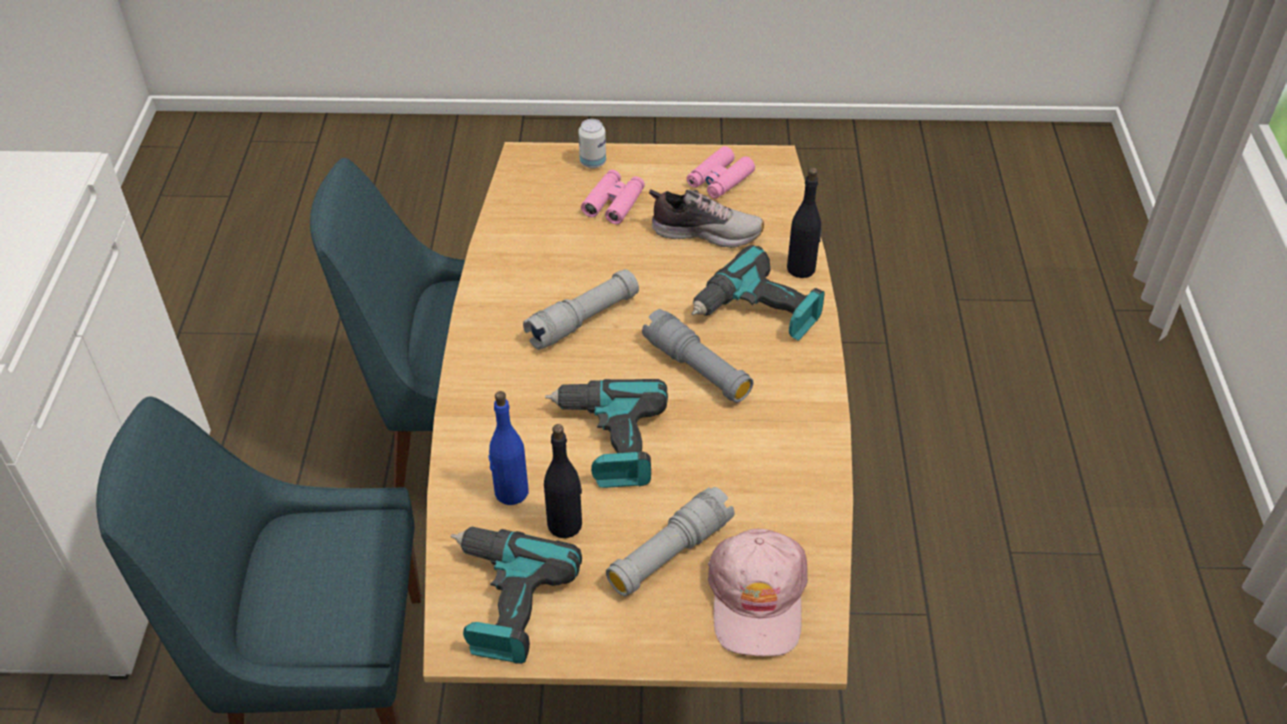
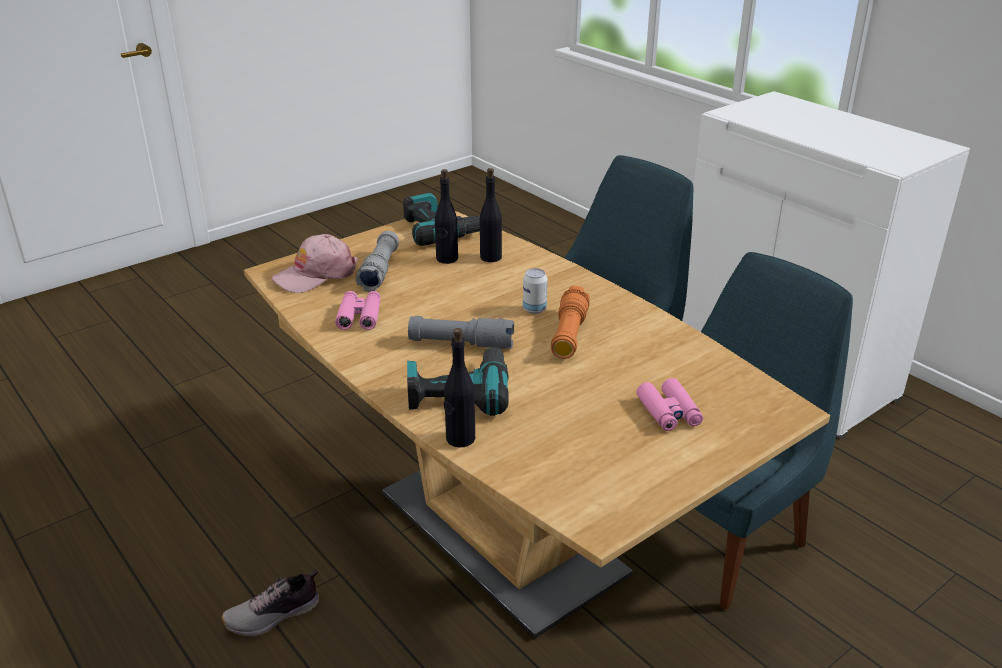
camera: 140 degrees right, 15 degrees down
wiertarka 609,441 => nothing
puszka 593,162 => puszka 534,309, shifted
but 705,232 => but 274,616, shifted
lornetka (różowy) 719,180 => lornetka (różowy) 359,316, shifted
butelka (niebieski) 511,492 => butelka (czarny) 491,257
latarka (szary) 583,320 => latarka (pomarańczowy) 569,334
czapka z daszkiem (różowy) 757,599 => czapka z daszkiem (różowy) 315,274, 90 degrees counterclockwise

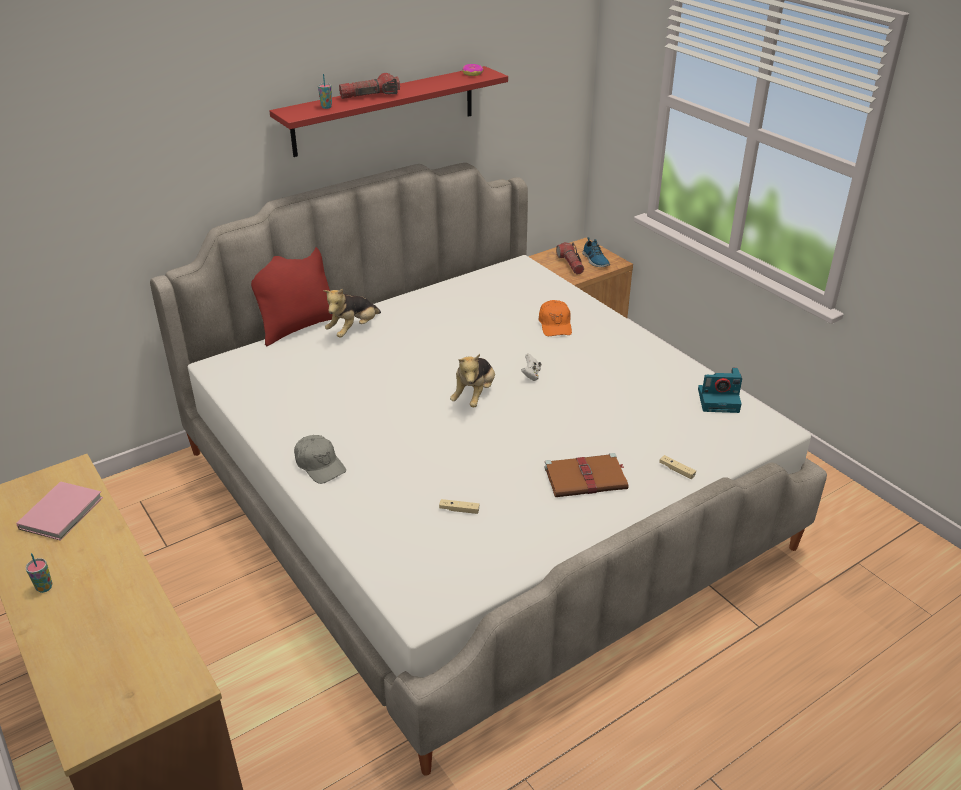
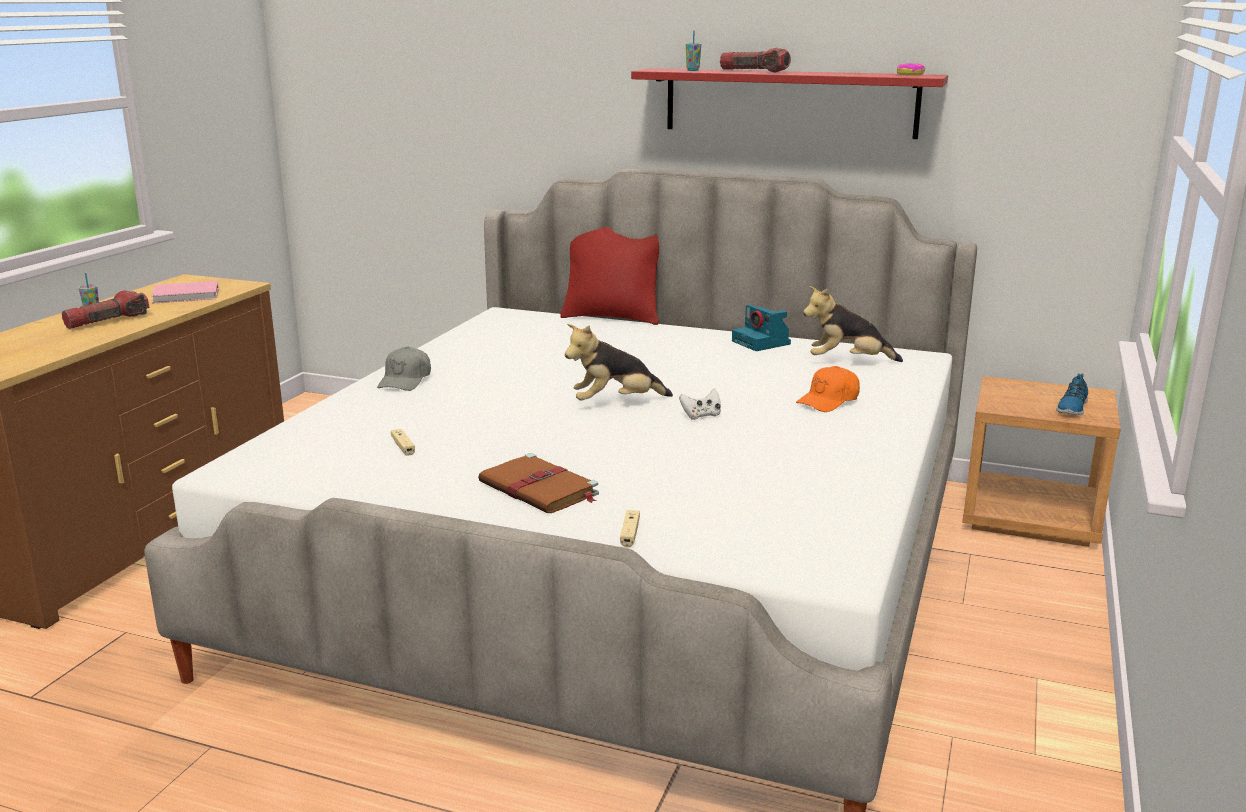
camera: 55 degrees right, 15 degrees down
pluszak 353,330 => pluszak 847,362, shifted
latarka 570,264 => latarka 108,321, shifted
aparat fotograficzny 719,400 => aparat fotograficzny 762,343, shifted

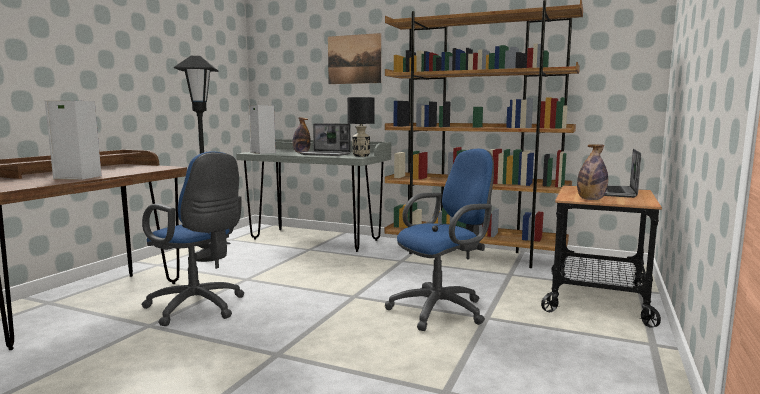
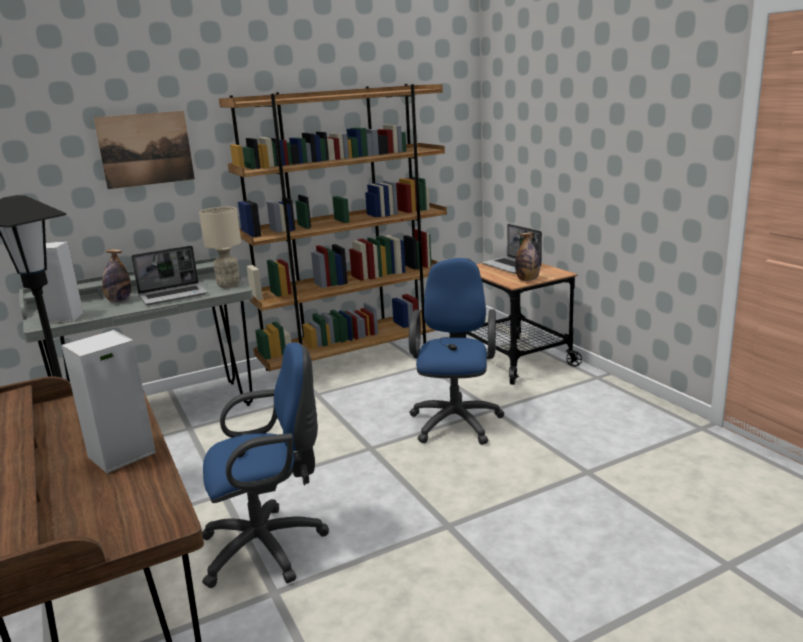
camera: 50 degrees left, 10 degrees up
lampa stołowa (czarny) 361,156 => lampa stołowa (beżowy) 228,285

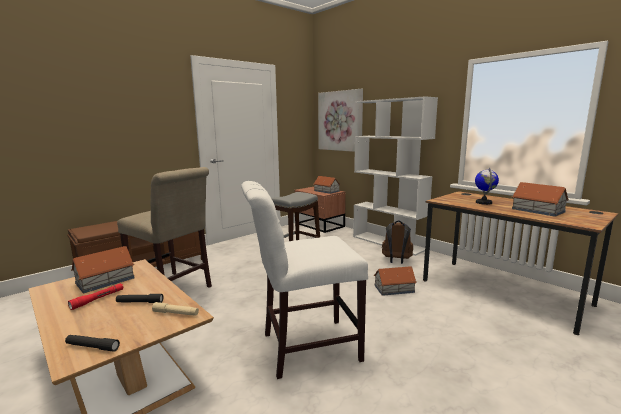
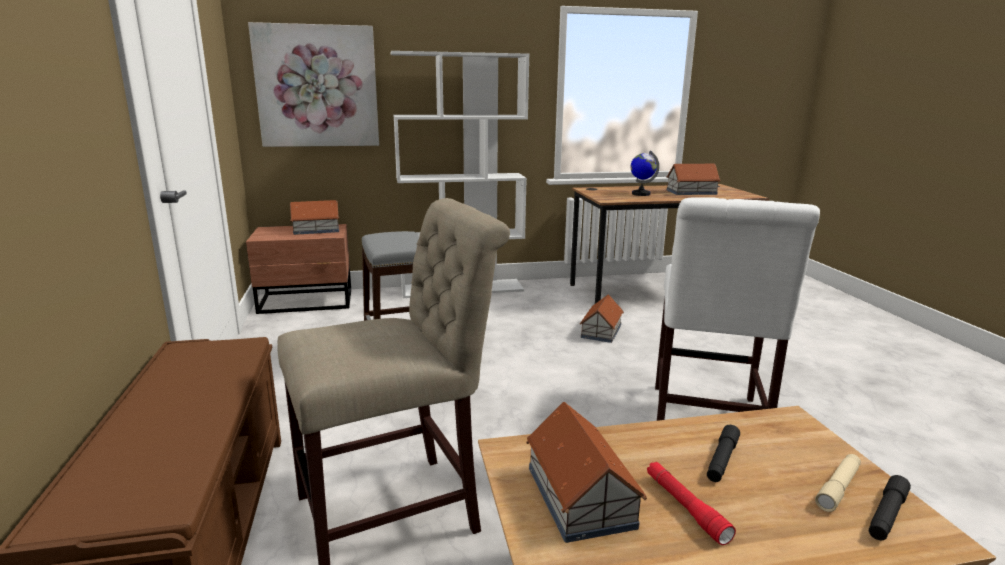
camera: 60 degrees left, 5 degrees up
plecak (brązowy) 396,261 => nothing
latarka (beżowy) 176,313 => latarka (beżowy) 838,488, shifted

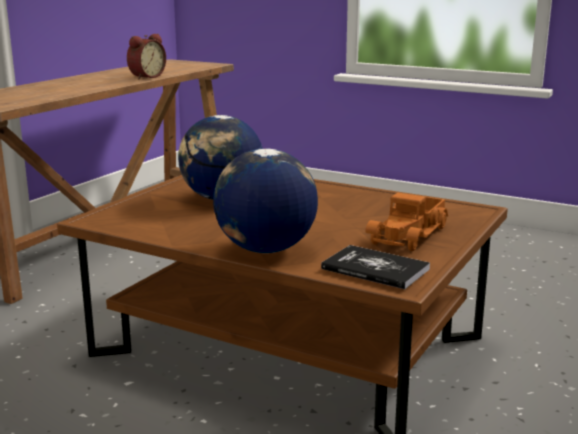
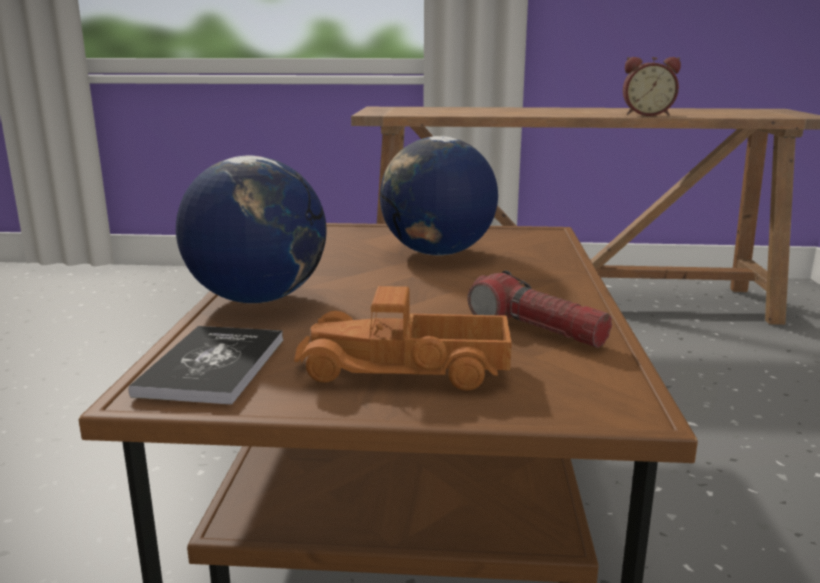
camera: 65 degrees right, 0 degrees up
nothing => latarka 536,329

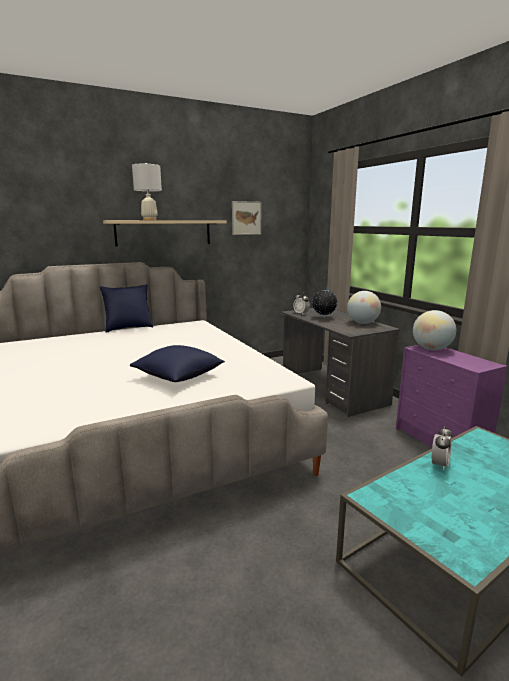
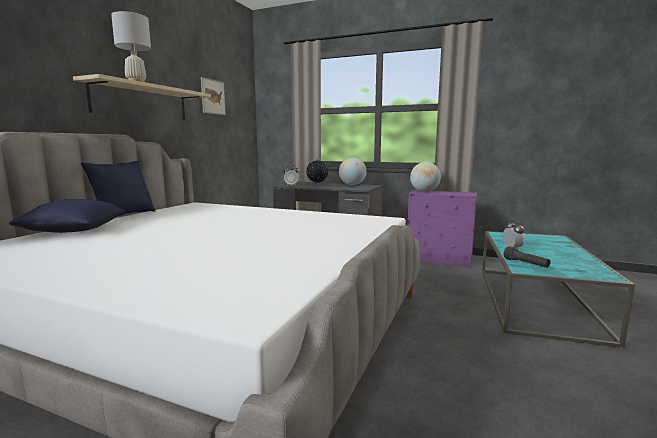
camera: 40 degrees left, 5 degrees down
nothing => latarka (czarny) 526,264
poduszka (niebieski) 178,377 => poduszka (niebieski) 75,231, shifted

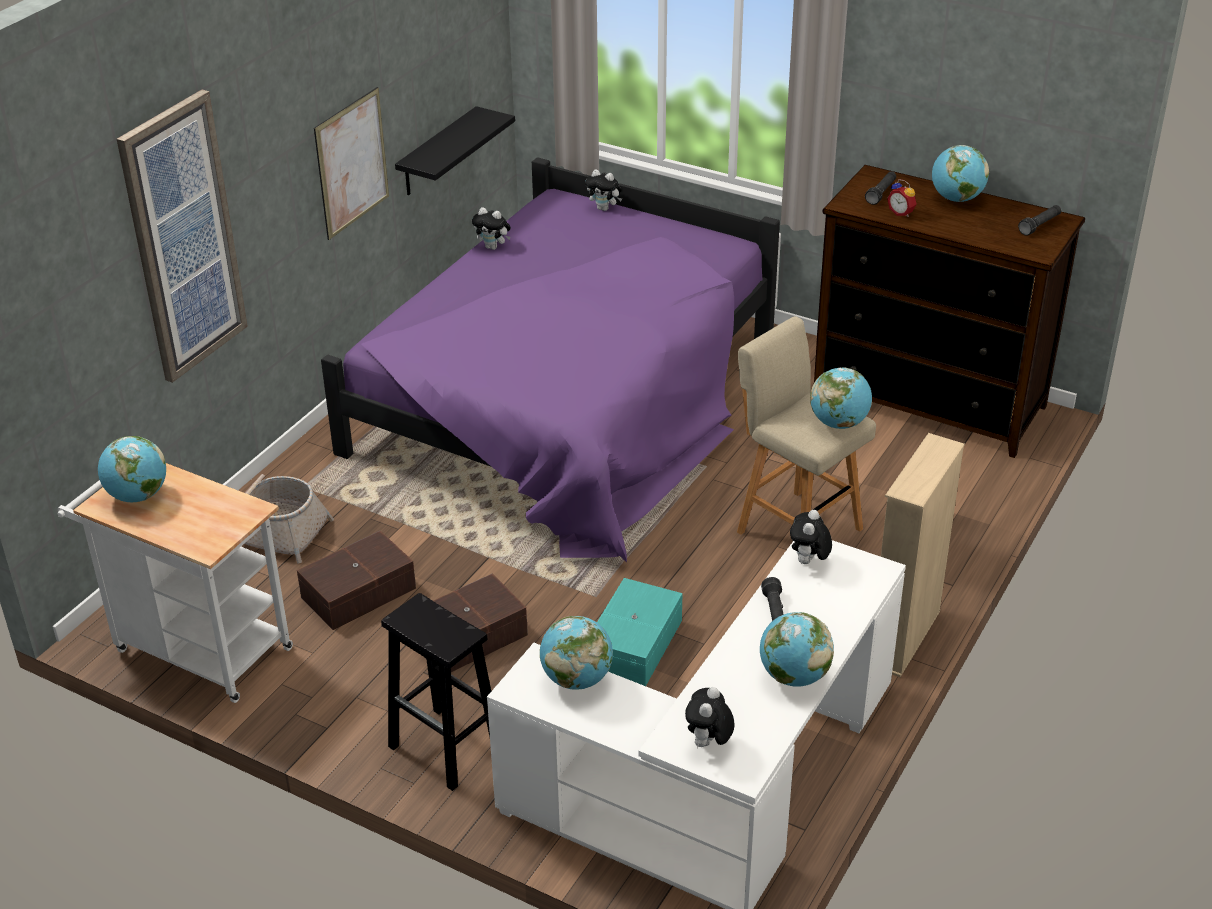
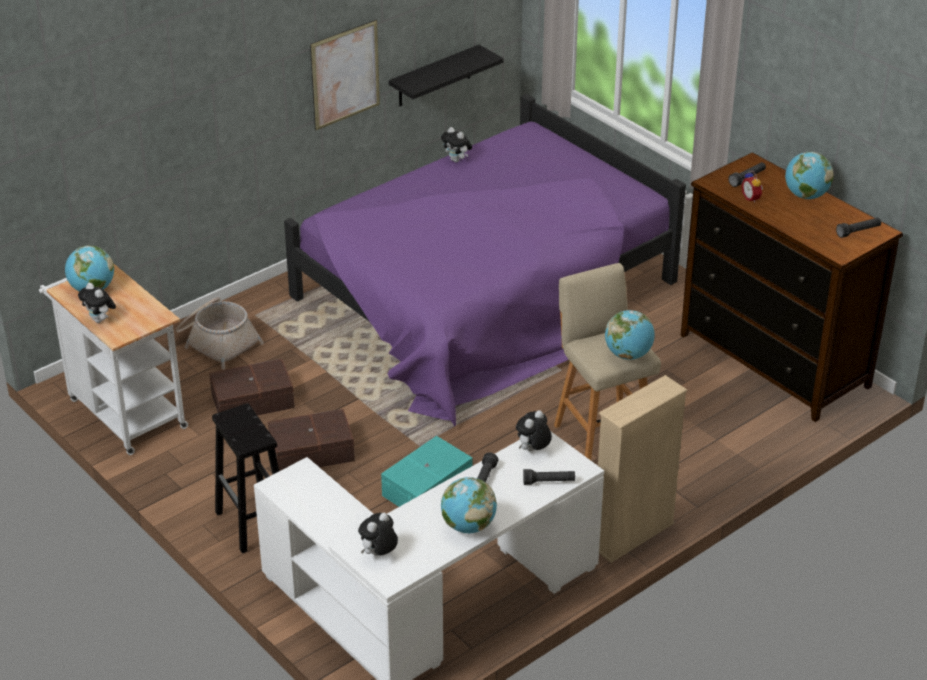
camera: 20 degrees right, 0 degrees up
obraz 183,238 => nothing
globus 577,679 => nothing
nothing => latarka (czarny) 548,482
pluszak 604,208 => pluszak 100,320, shifted

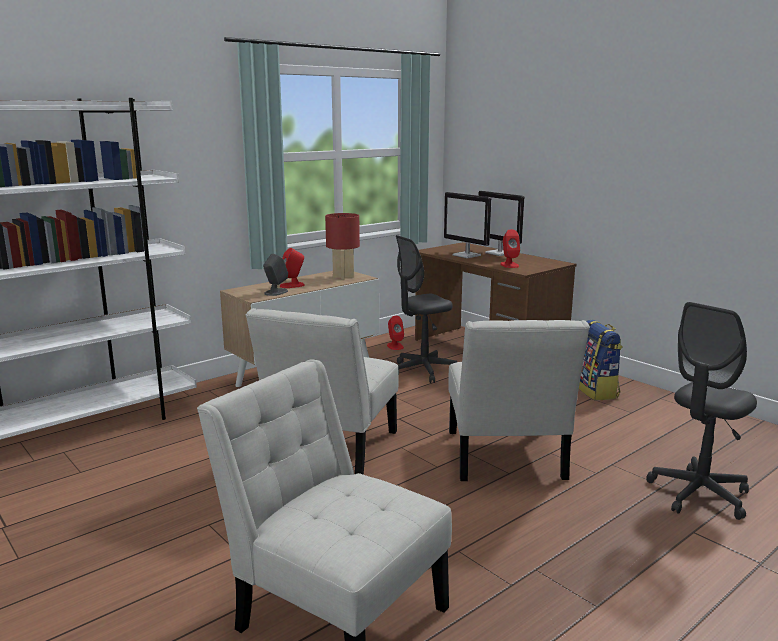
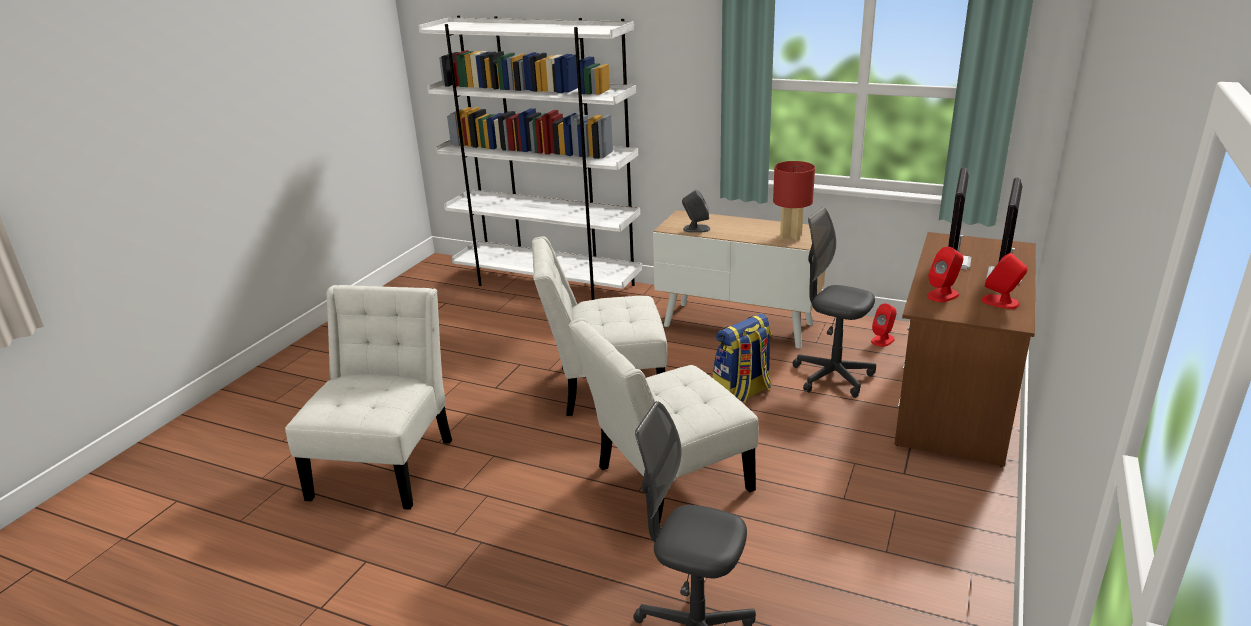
camera: 65 degrees right, 10 degrees up
głośnik (czerwony) 292,285 => głośnik (czerwony) 1001,302, shifted
plecak 597,391 => plecak 742,394, shifted

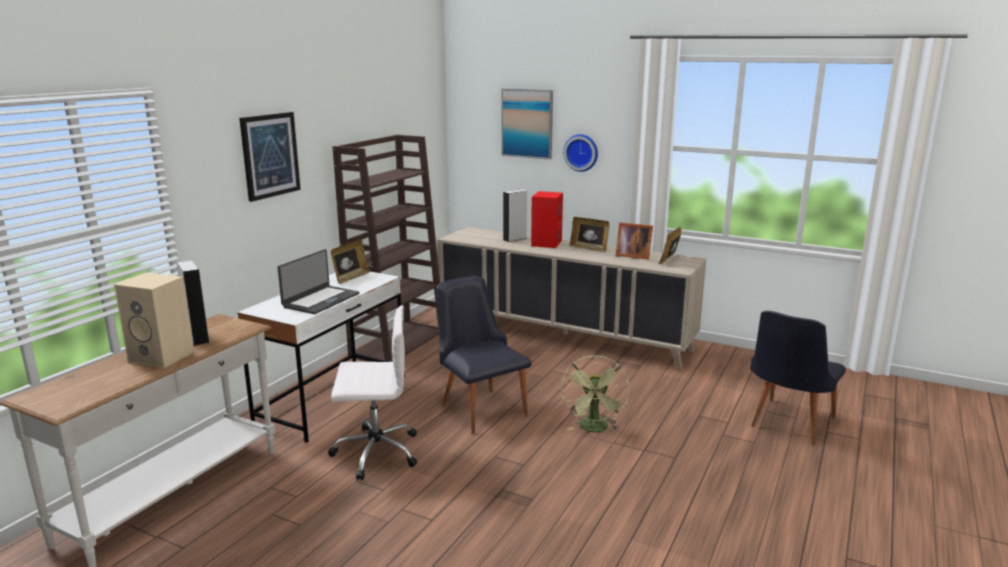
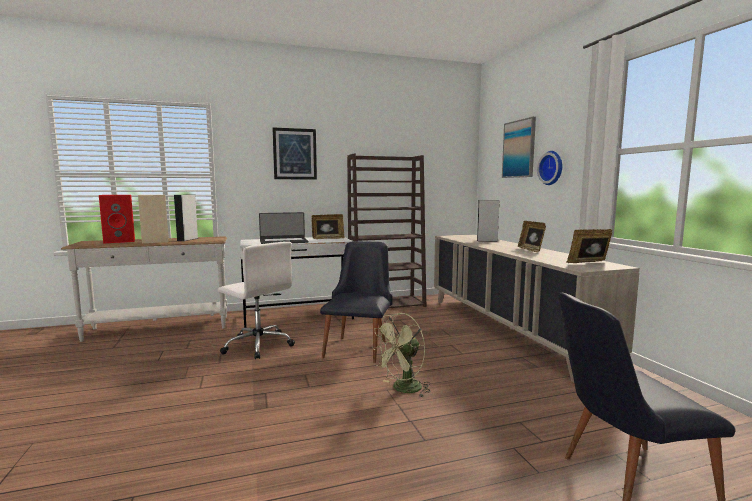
camera: 45 degrees right, 10 degrees down
ramka na zdjęcie 632,255 => nothing
głośnik (czerwony) 546,243 => głośnik (czerwony) 120,241, shifted

